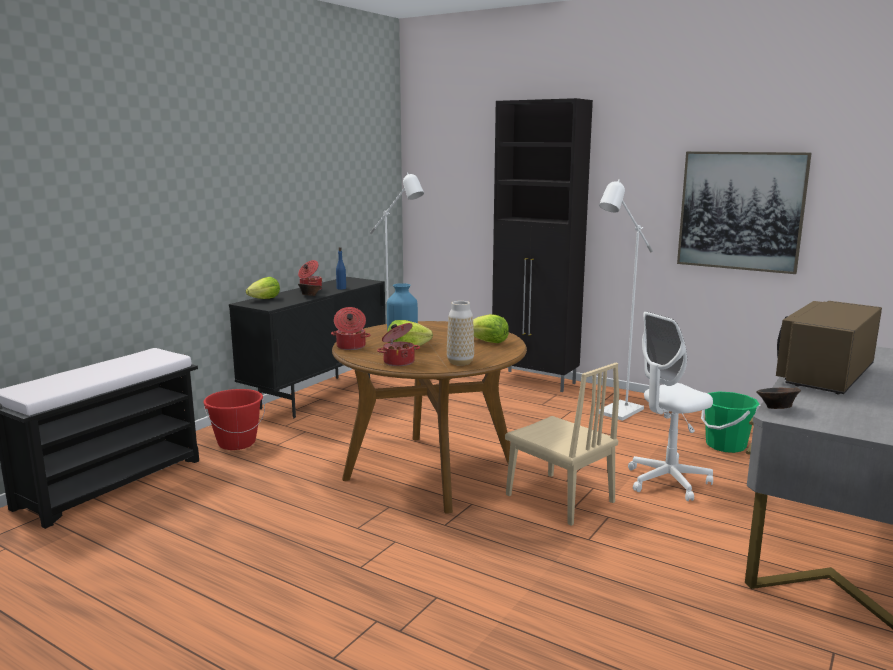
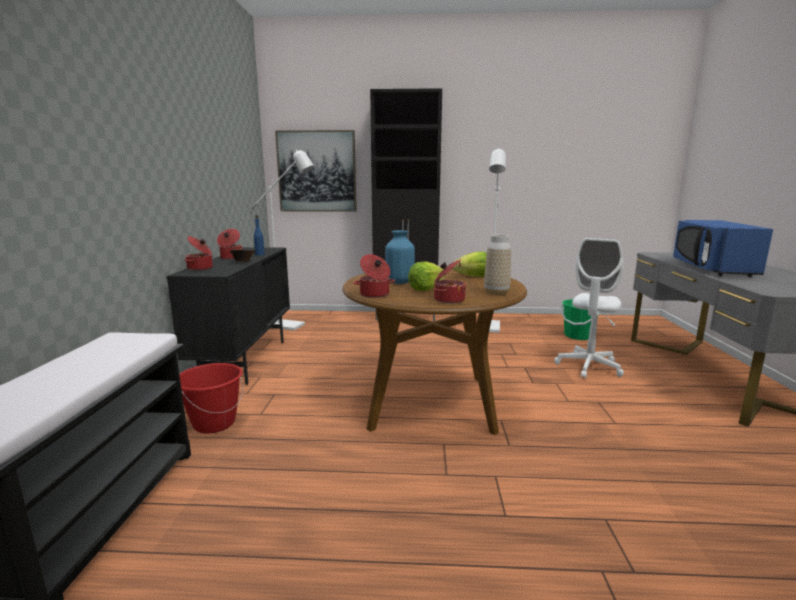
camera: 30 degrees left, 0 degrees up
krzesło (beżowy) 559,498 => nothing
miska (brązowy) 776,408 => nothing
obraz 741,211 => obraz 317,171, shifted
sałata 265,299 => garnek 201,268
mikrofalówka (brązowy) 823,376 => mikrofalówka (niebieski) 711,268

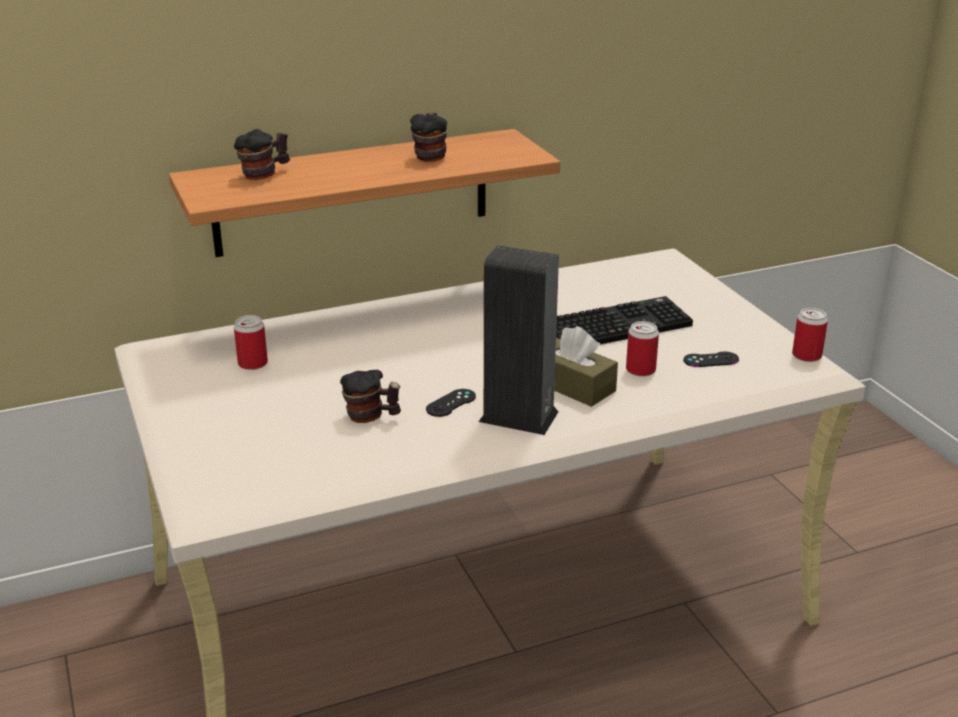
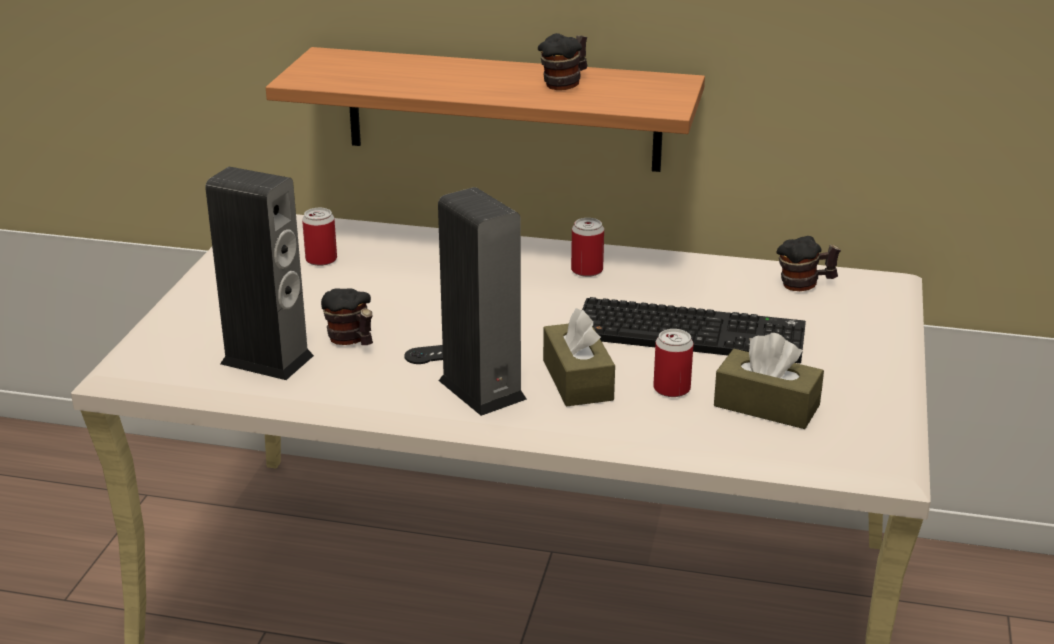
camera: 35 degrees right, 0 degrees up
nothing => głośnik 267,359
kubek 264,174 => kubek 805,285, shifted
puszka 806,356 => puszka 587,270, shifted
pad do gier (czarny) 711,360 => pudełko chusteczek (brązowy) 766,405

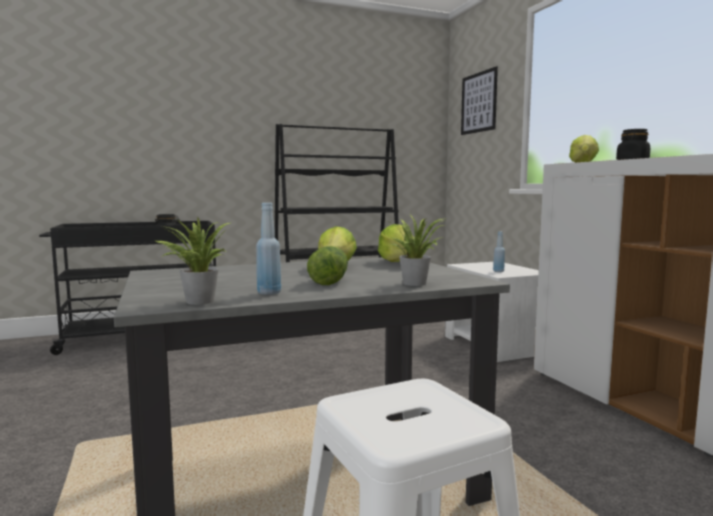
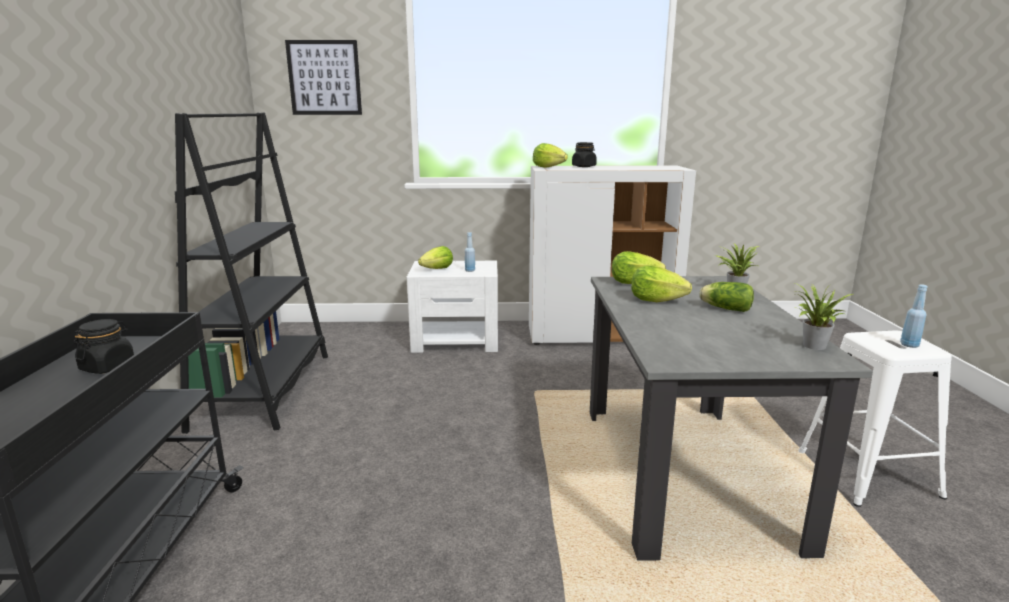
camera: 70 degrees left, 10 degrees up
nothing => sałata 437,269
butelka (niebieski) 269,293 => butelka (niebieski) 909,345, shifted

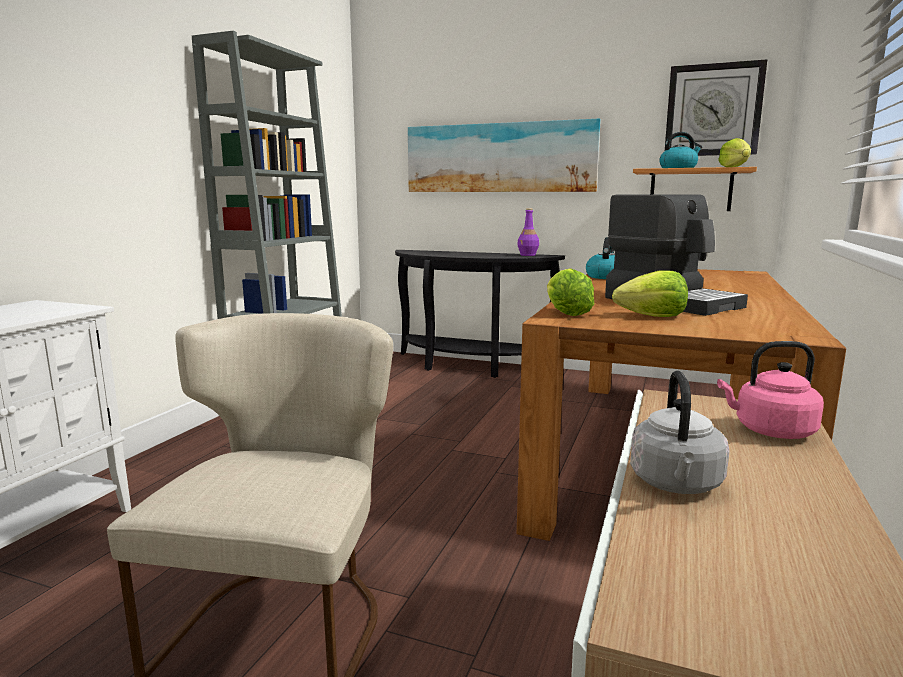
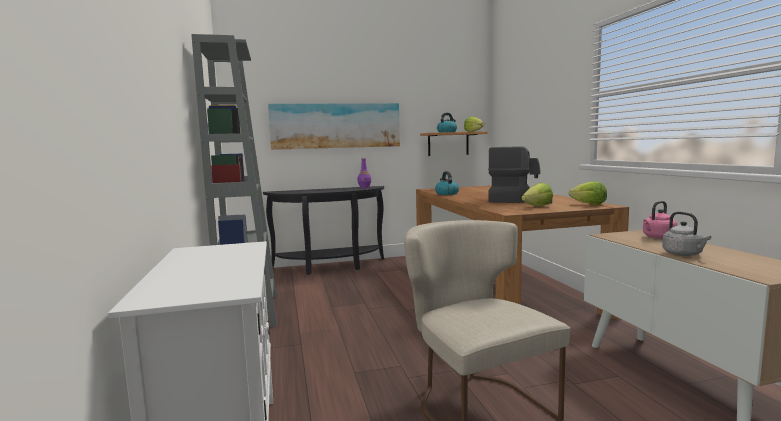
camera: 35 degrees left, 5 degrees down
zegar ścienny 713,110 => nothing
sałata 566,313 => sałata 588,204, shifted

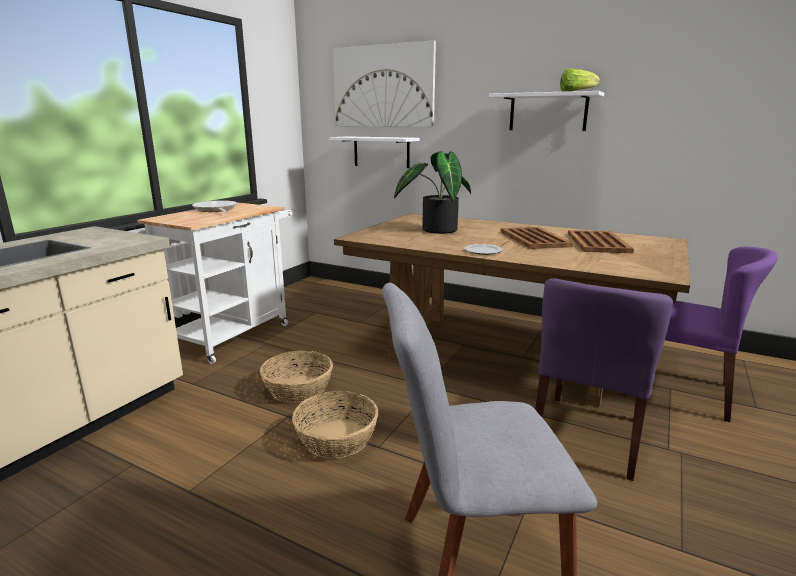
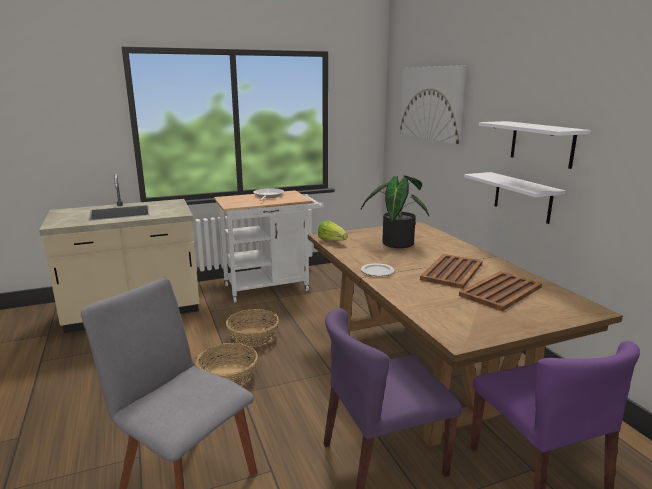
camera: 40 degrees right, 0 degrees up
półka (biały) 381,152 => półka (biały) 522,197, shifted
sałata 576,92 => sałata 332,241, shifted

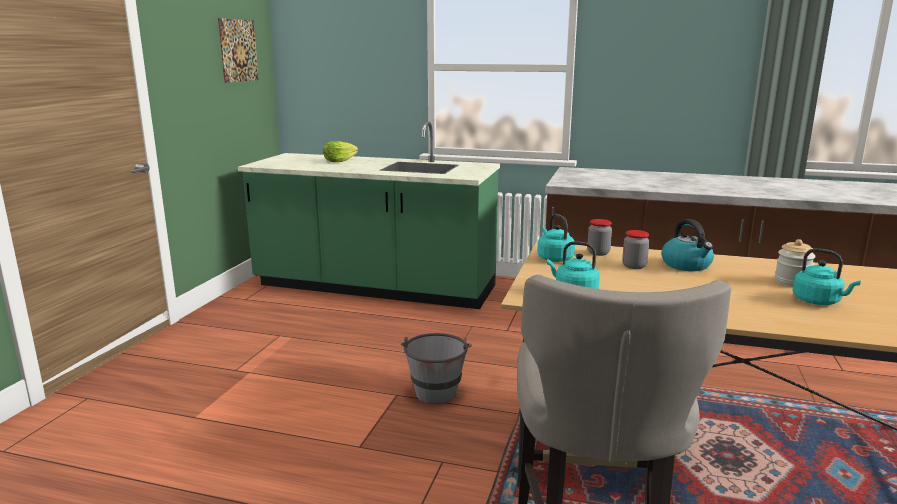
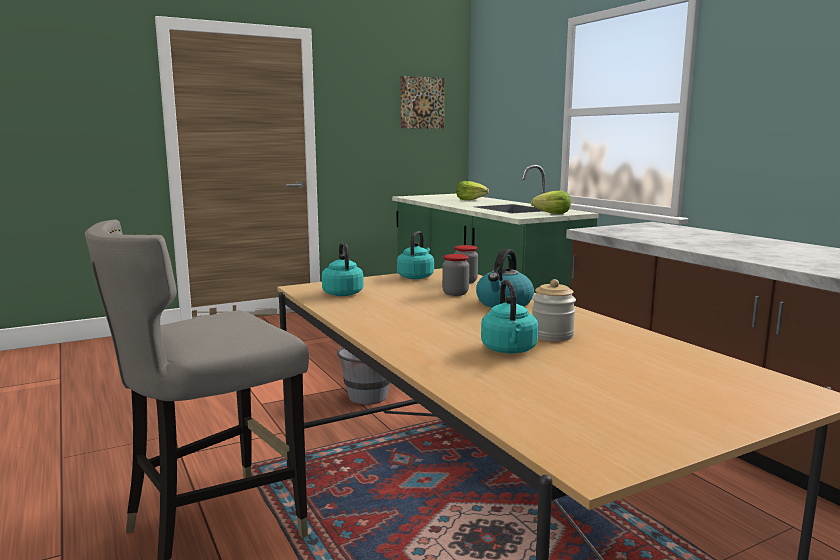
camera: 45 degrees right, 5 degrees down
nothing => sałata 552,214

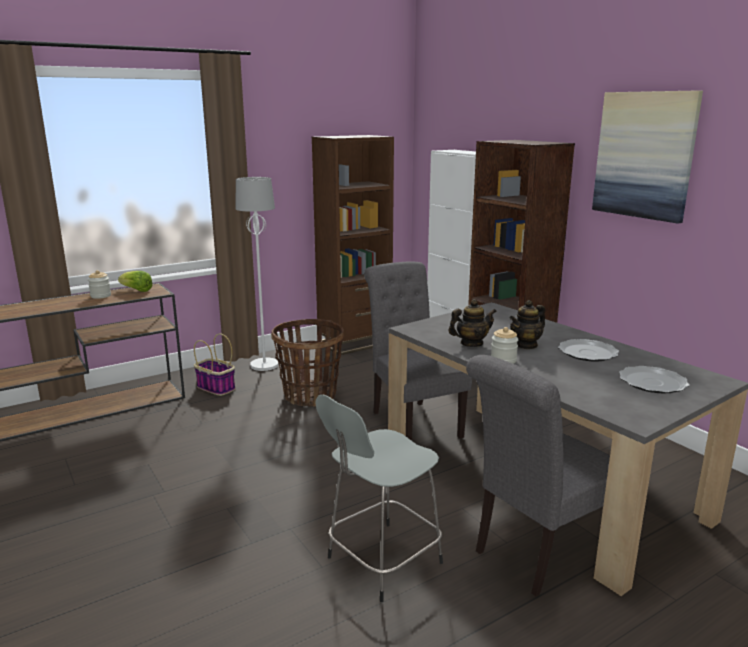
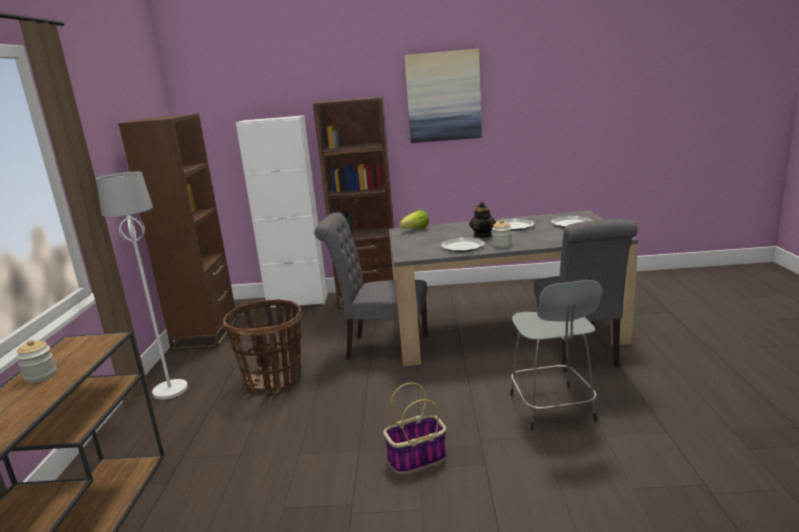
camera: 55 degrees left, 0 degrees up
sałata 137,290 => sałata 416,229, shifted
koszyk 215,388 => koszyk 416,459, shifted
imbryk 471,344 => talerz 462,247

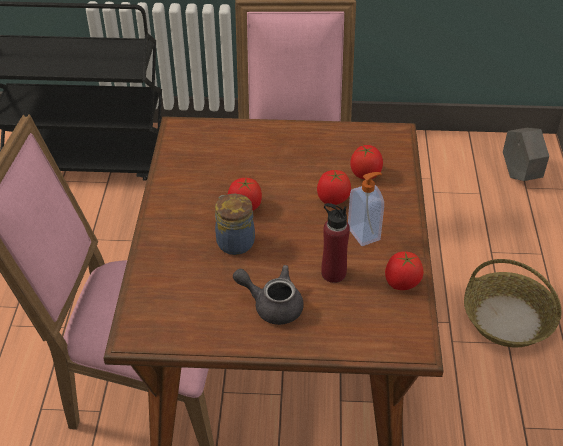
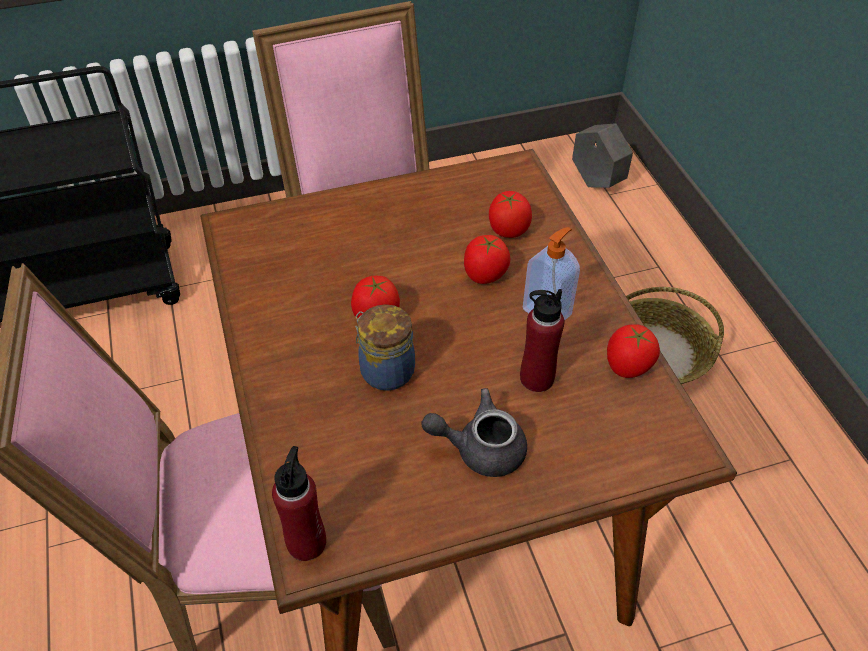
camera: 20 degrees left, 5 degrees up
nothing => butelka (czerwony) 306,542

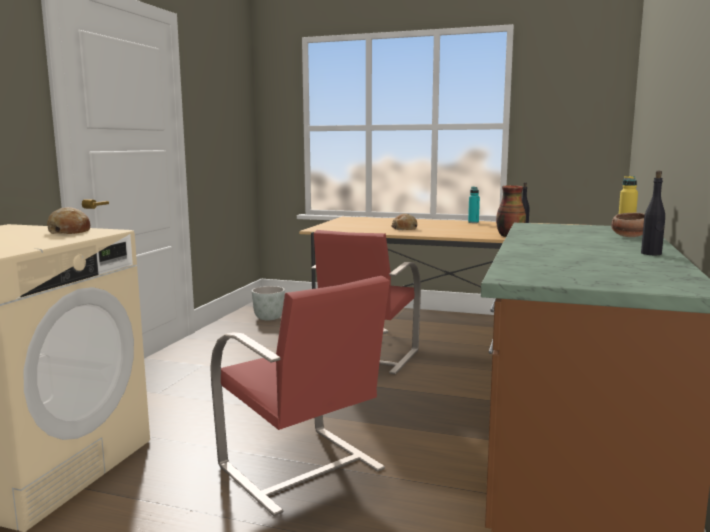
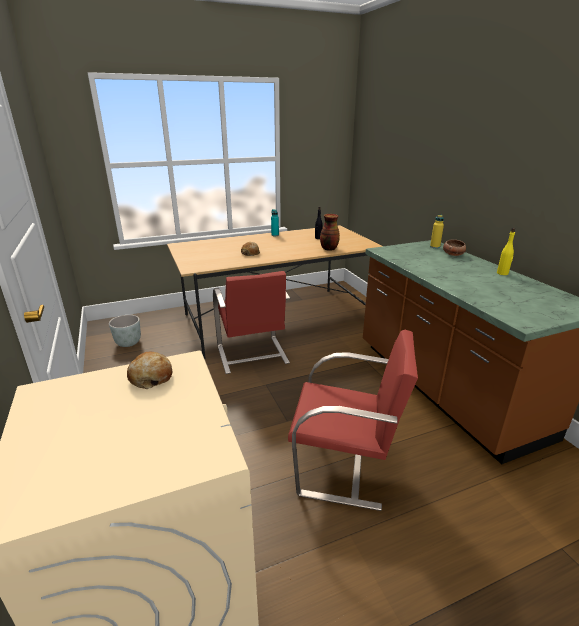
camera: 40 degrees left, 15 degrees up
butelka (czarny) 651,253 => butelka (żółty) 502,273

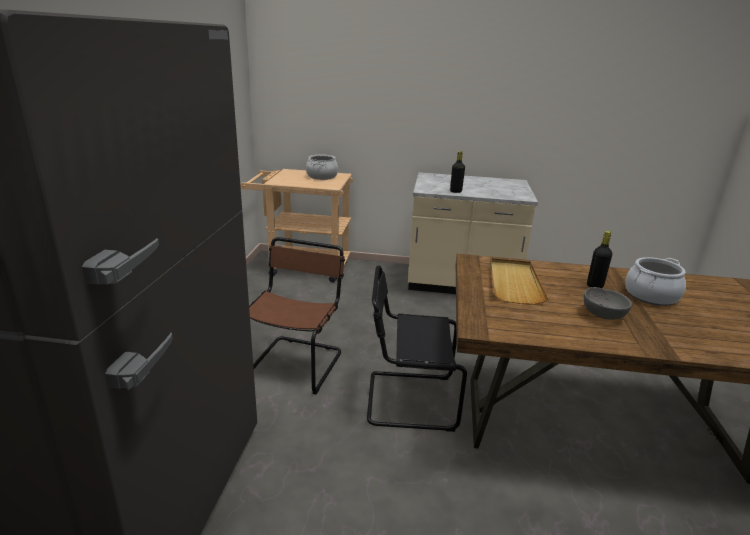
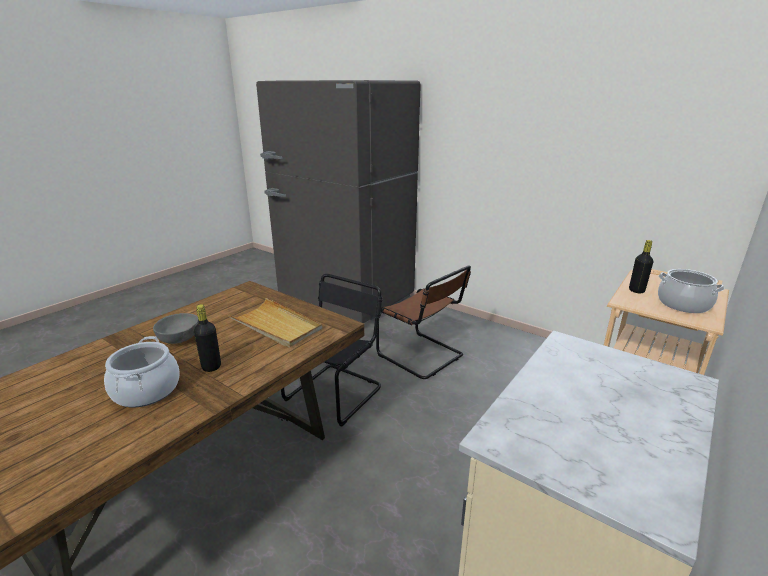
camera: 120 degrees right, 0 degrees up
butelka (czarny) 456,191 => butelka (czarny) 636,290, shifted

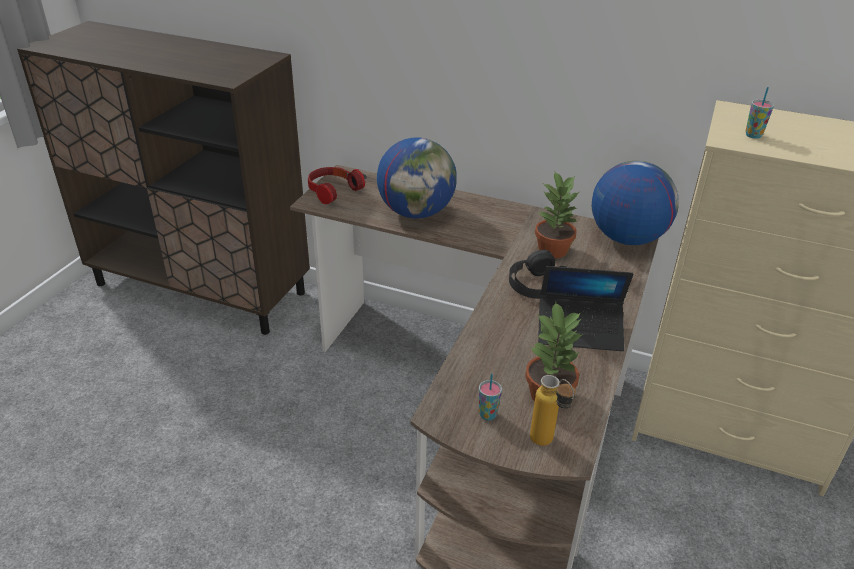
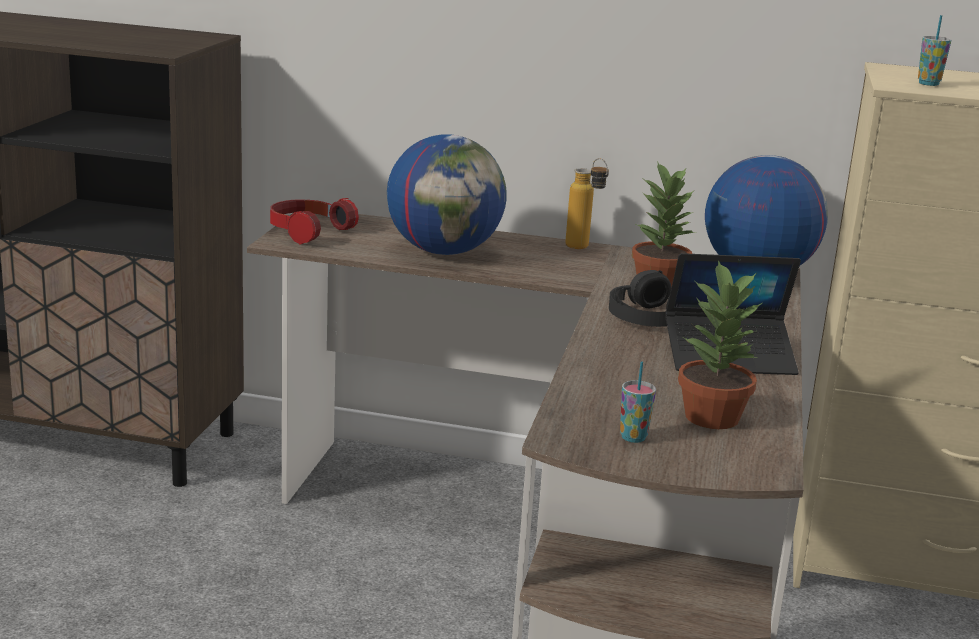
camera: 10 degrees left, 15 degrees down
butelka 547,444 => butelka 583,249, shifted

